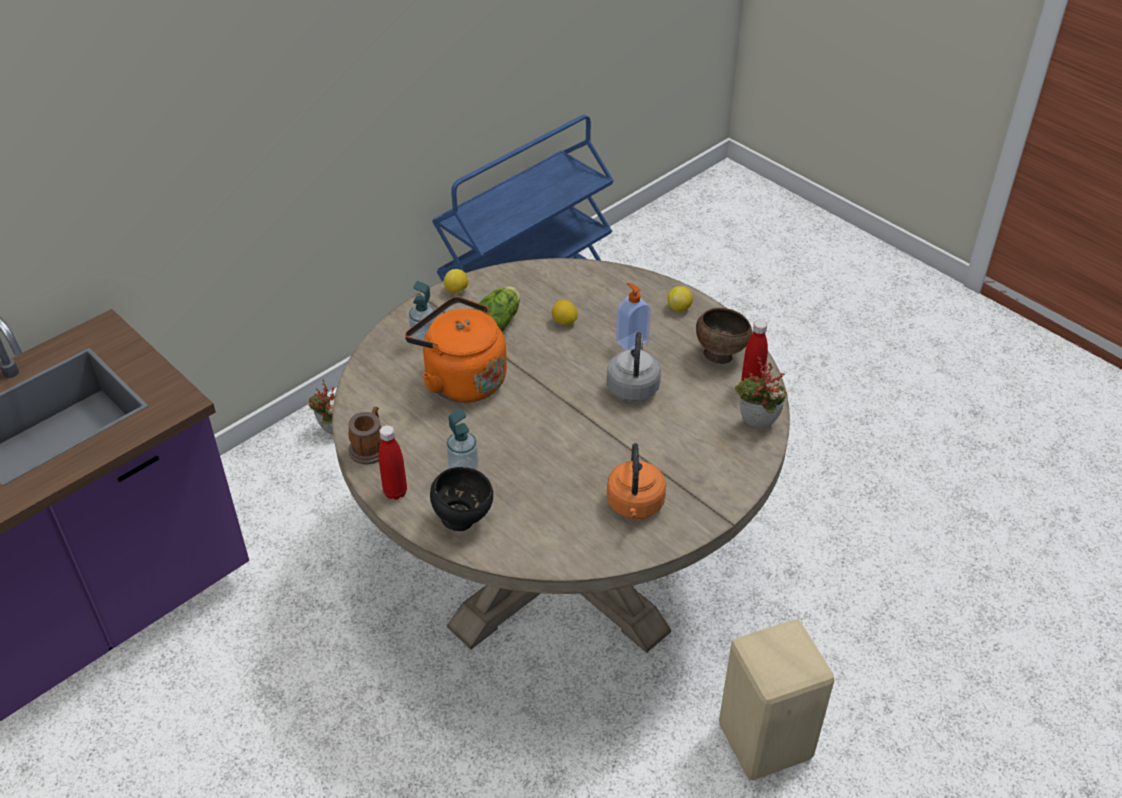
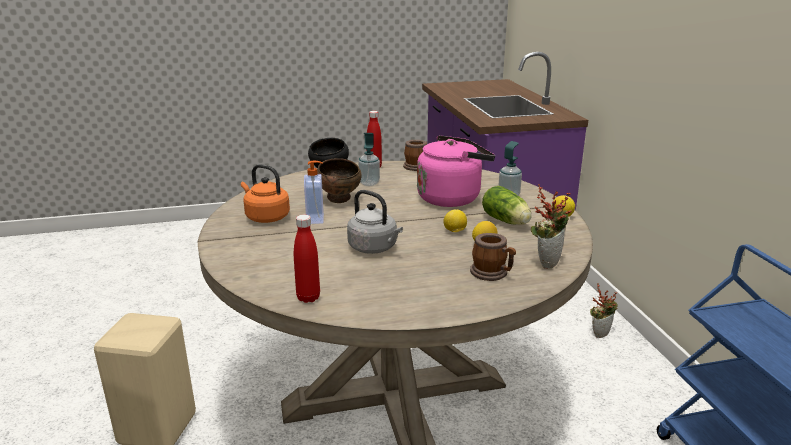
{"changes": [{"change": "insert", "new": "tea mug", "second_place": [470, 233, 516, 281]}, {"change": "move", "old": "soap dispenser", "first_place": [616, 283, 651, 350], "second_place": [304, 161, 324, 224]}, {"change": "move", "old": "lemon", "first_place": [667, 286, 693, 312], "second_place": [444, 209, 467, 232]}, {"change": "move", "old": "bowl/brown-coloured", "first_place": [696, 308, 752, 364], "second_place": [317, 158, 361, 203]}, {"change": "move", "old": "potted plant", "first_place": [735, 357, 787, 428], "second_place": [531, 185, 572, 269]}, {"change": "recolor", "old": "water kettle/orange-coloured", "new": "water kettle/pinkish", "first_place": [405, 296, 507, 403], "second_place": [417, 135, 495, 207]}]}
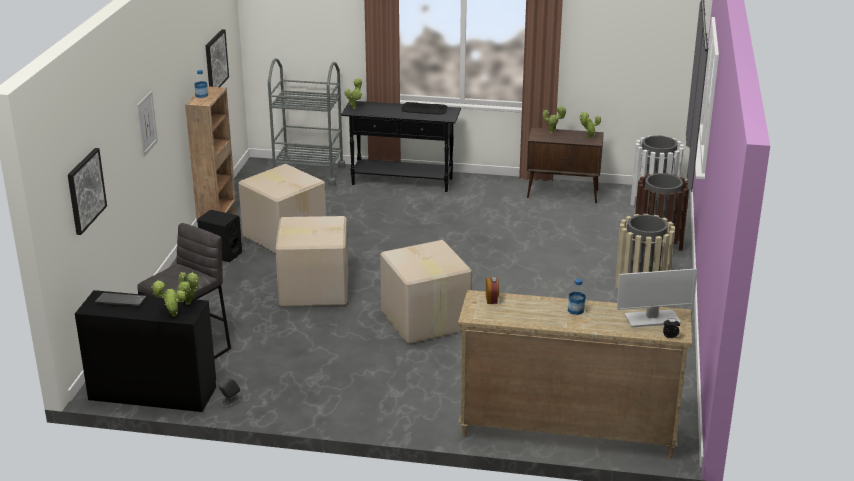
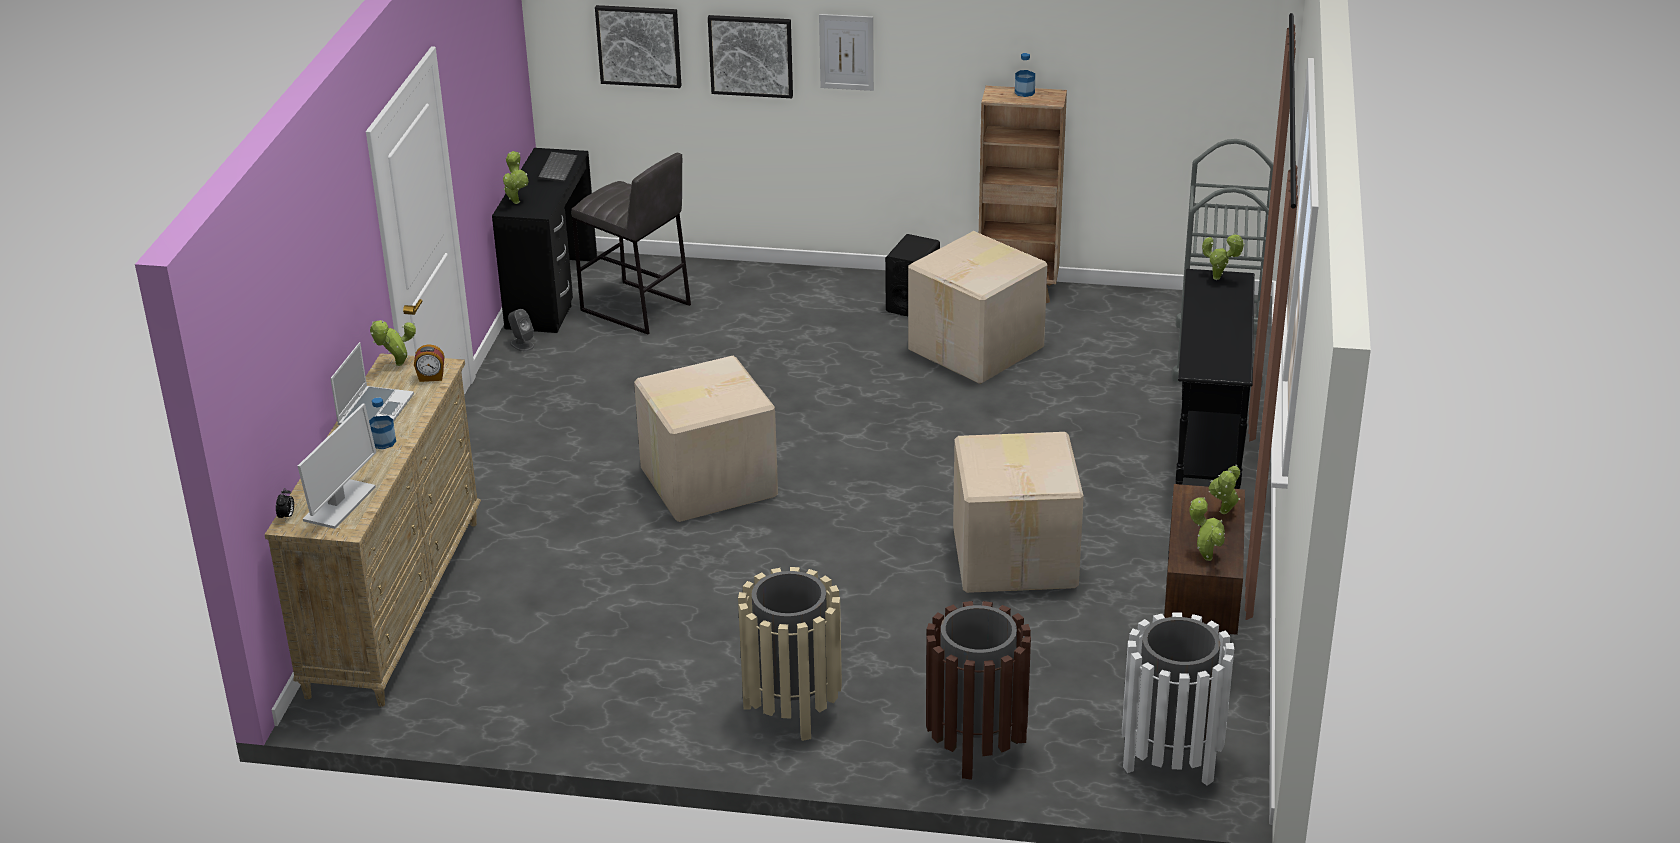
{"changes": [{"change": "delete", "old": "computer keyboard", "first_place": [402, 102, 447, 115]}, {"change": "insert", "new": "portable computer", "second_place": [330, 342, 414, 425]}, {"change": "move", "old": "potted plant", "first_place": [177, 272, 199, 305], "second_place": [370, 320, 416, 366]}, {"change": "move", "old": "wall art", "first_place": [206, 29, 229, 87], "second_place": [708, 15, 793, 98]}, {"change": "move", "old": "packing box", "first_place": [275, 216, 348, 307], "second_place": [953, 432, 1084, 593]}, {"change": "rotate", "old": "monitor", "first_place": [617, 268, 697, 328], "second_place": [298, 403, 376, 529], "degrees": -150}]}
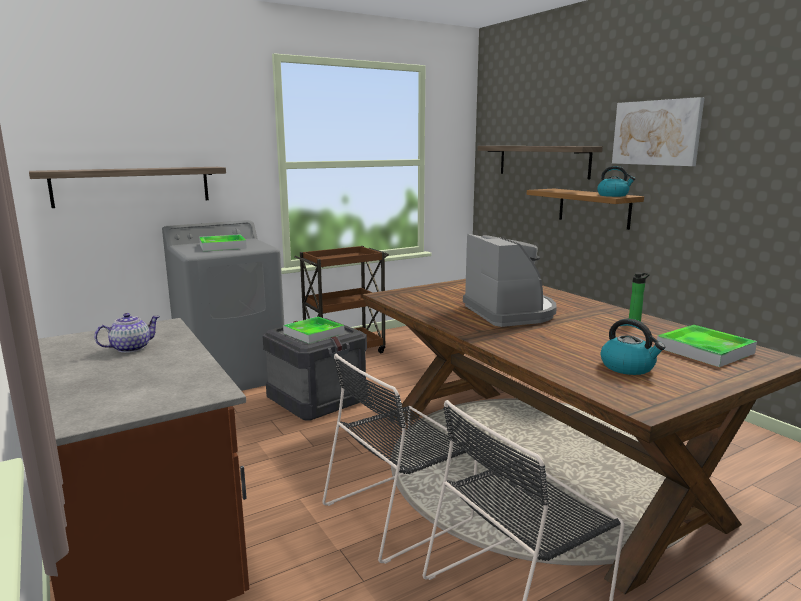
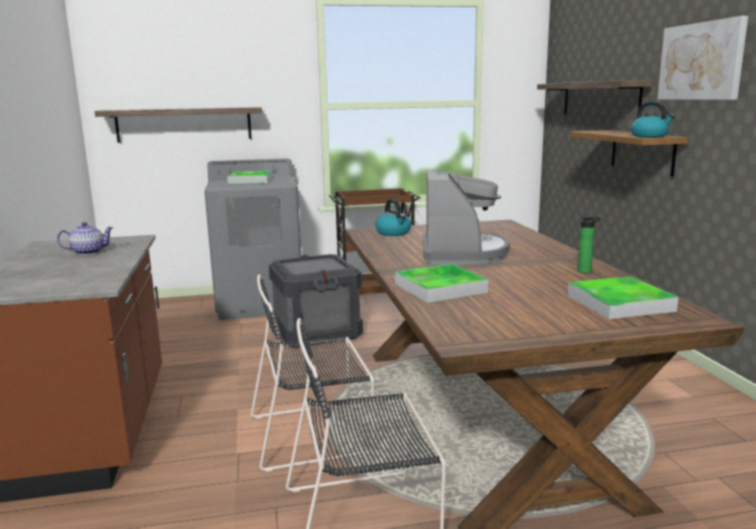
{"changes": [{"change": "move", "old": "serving tray", "first_place": [283, 317, 345, 344], "second_place": [395, 264, 488, 303]}, {"change": "move", "old": "water kettle", "first_place": [601, 319, 665, 375], "second_place": [375, 199, 411, 236]}]}
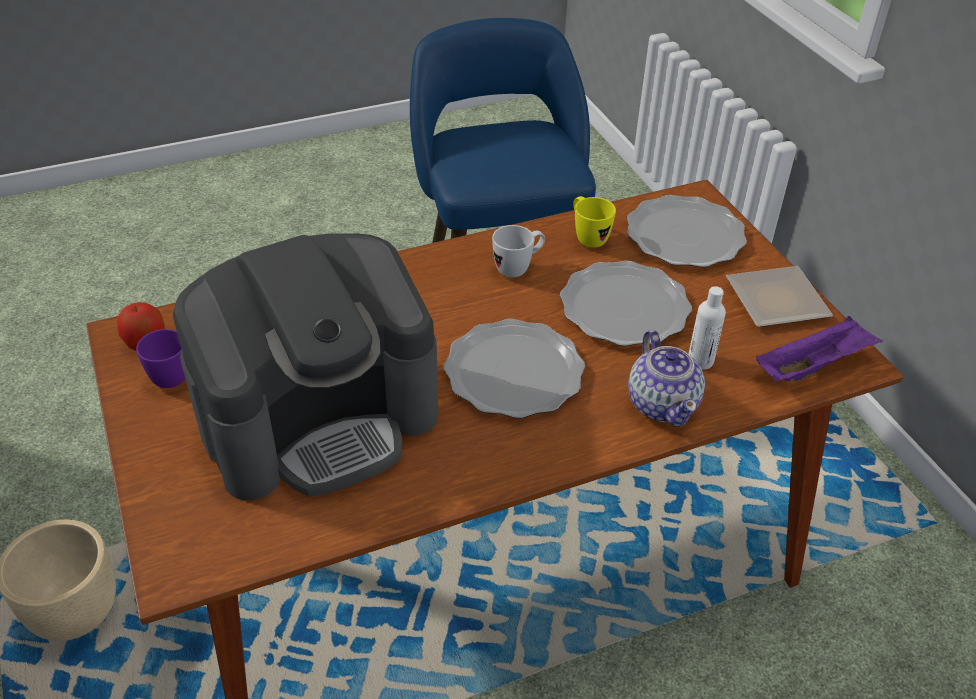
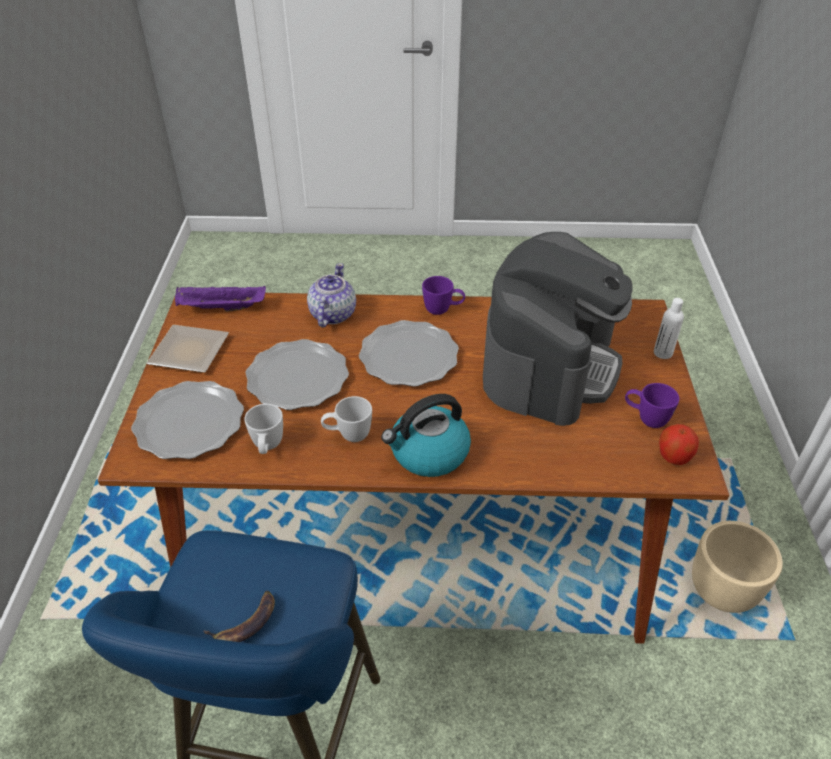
{"changes": [{"change": "insert", "new": "banana fruit", "second_place": [203, 591, 275, 642]}, {"change": "insert", "new": "water kettle", "second_place": [381, 394, 471, 477]}, {"change": "insert", "new": "tea mug/purple", "second_place": [422, 276, 465, 315]}, {"change": "move", "old": "drink bottle/whitish", "first_place": [689, 286, 726, 370], "second_place": [654, 298, 684, 359]}, {"change": "recolor", "old": "tea mug/yellow", "new": "tea mug/whitish", "first_place": [573, 196, 616, 248], "second_place": [244, 404, 283, 454]}, {"change": "rotate", "old": "coffee maker", "first_place": [173, 233, 438, 500], "second_place": [483, 232, 633, 426], "degrees": 120}]}
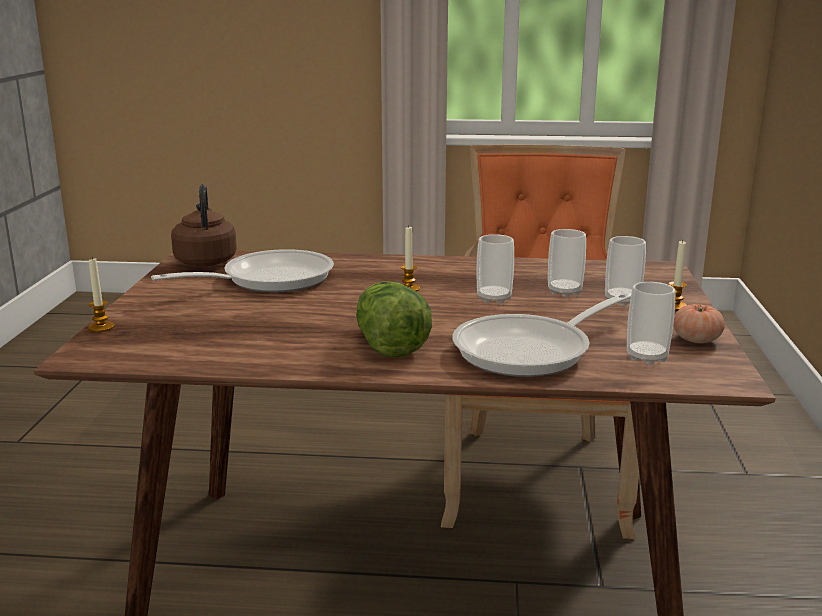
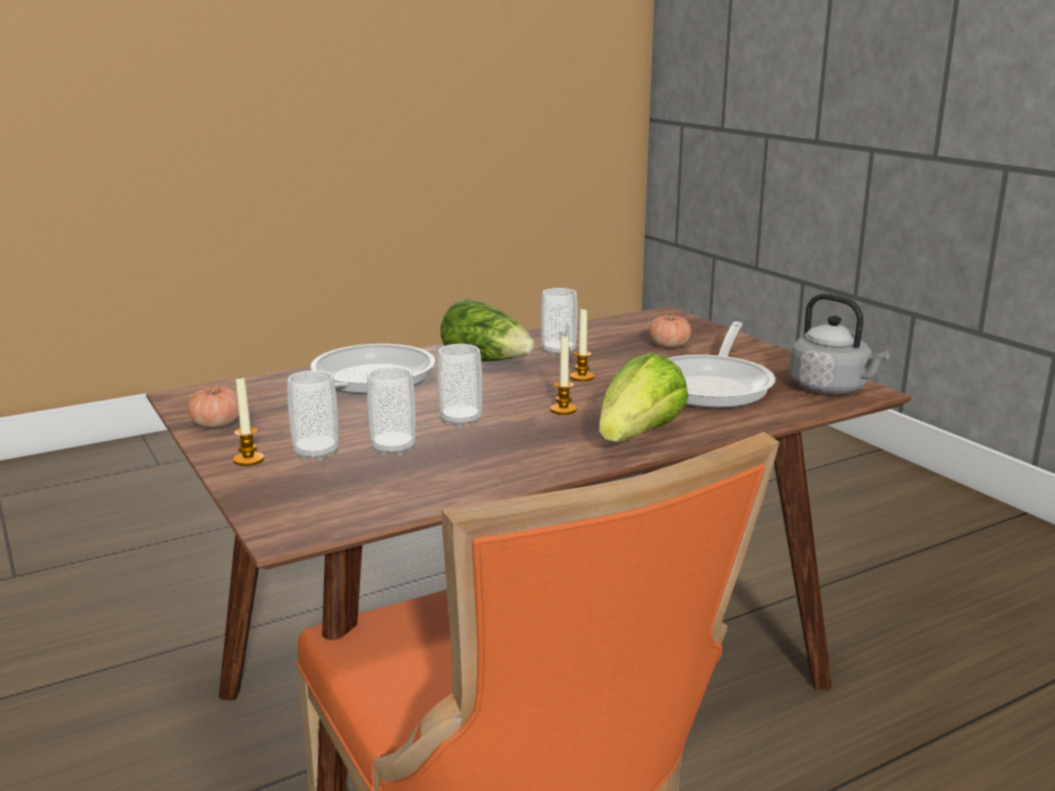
{"changes": [{"change": "insert", "new": "lettuce", "second_place": [599, 353, 688, 442]}, {"change": "insert", "new": "whole tomato", "second_place": [648, 315, 691, 348]}, {"change": "move", "old": "candle", "first_place": [88, 258, 115, 332], "second_place": [570, 307, 594, 381]}, {"change": "move", "old": "drinking cup", "first_place": [627, 282, 675, 365], "second_place": [541, 288, 578, 356]}, {"change": "recolor", "old": "water kettle/brown-coloured", "new": "water kettle/greyish", "first_place": [171, 184, 237, 266], "second_place": [789, 293, 890, 394]}]}
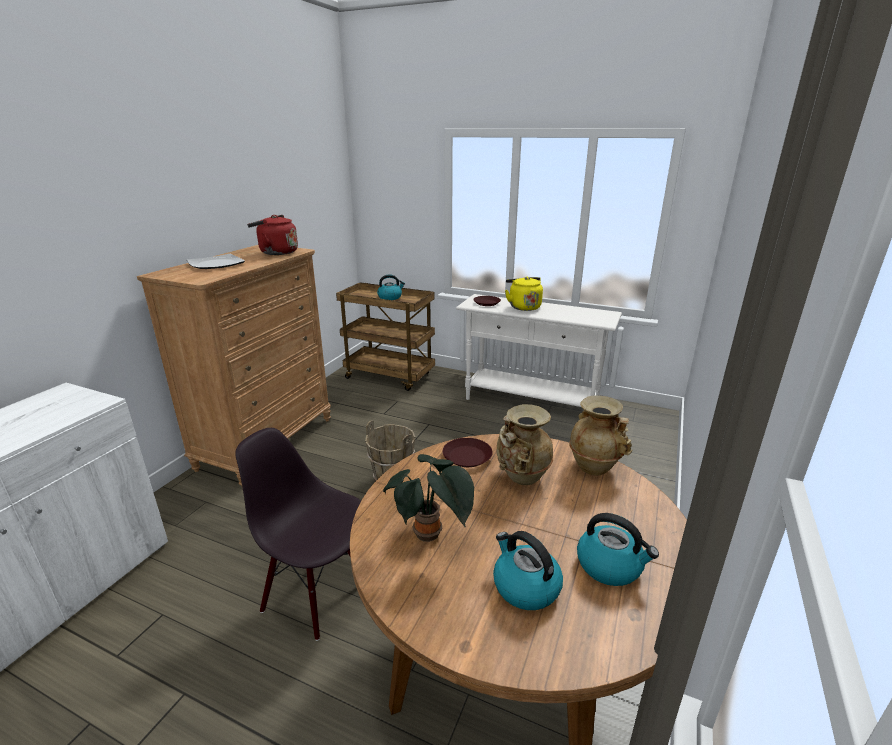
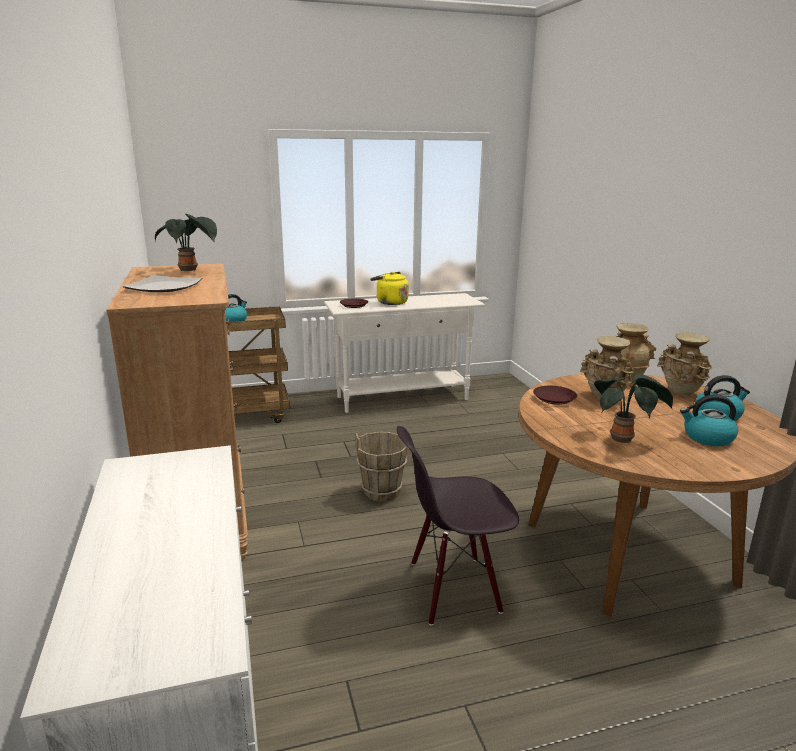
{"changes": [{"change": "insert", "new": "decorative vase/beige-coloured", "second_place": [657, 332, 711, 395]}, {"change": "replace", "old": "water kettle/red", "new": "potted plant", "first_place": [247, 215, 298, 255], "second_place": [155, 214, 217, 271]}]}
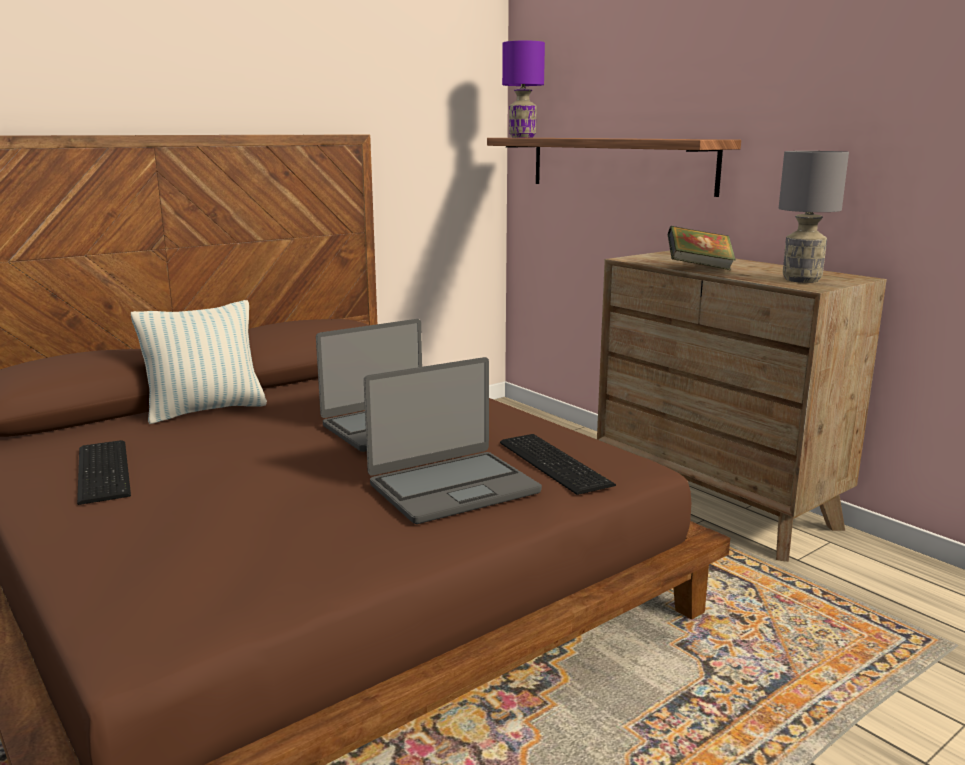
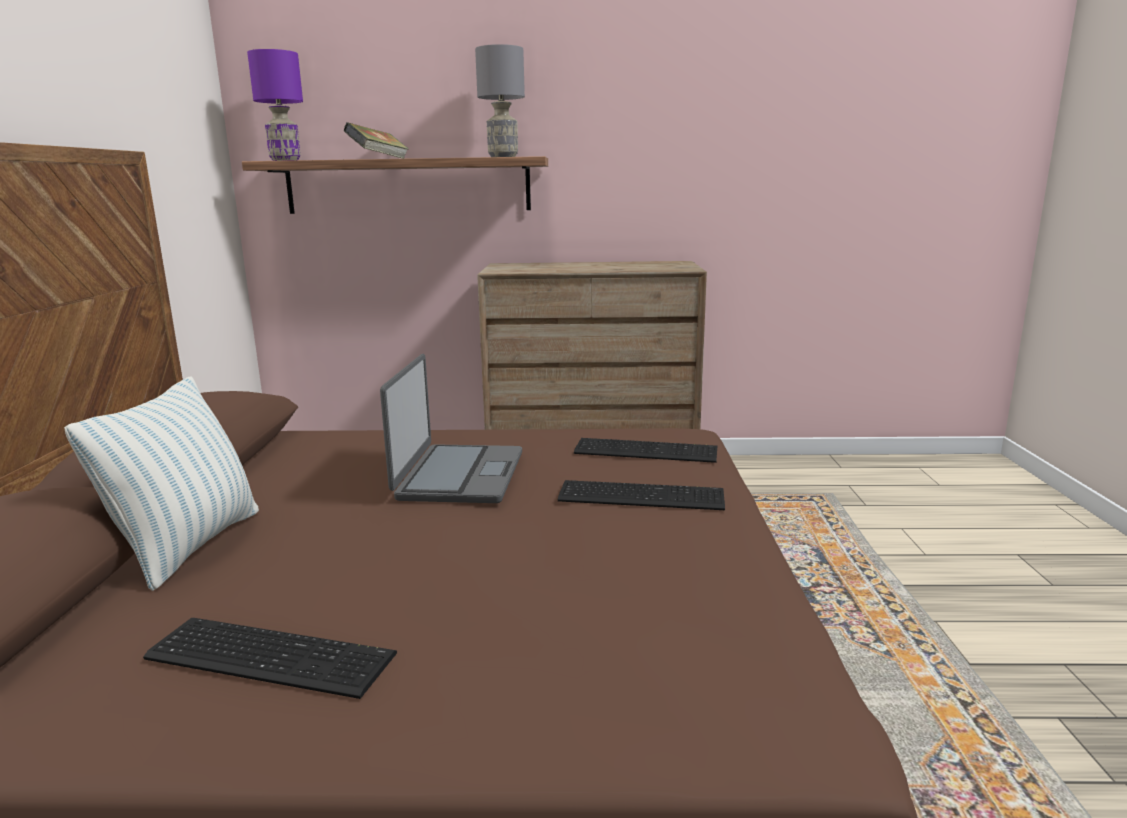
{"changes": [{"change": "move", "old": "book", "first_place": [668, 226, 736, 270], "second_place": [344, 122, 409, 159]}, {"change": "move", "old": "table lamp/greyish", "first_place": [779, 151, 849, 283], "second_place": [475, 44, 525, 157]}, {"change": "replace", "old": "portable computer", "new": "computer keyboard", "first_place": [364, 357, 542, 524], "second_place": [558, 480, 725, 510]}]}
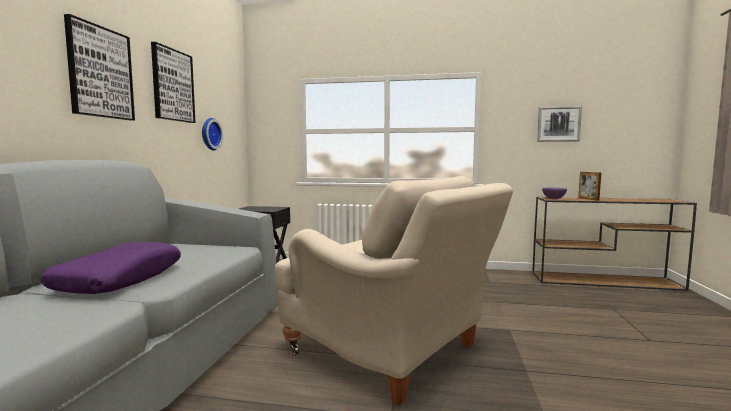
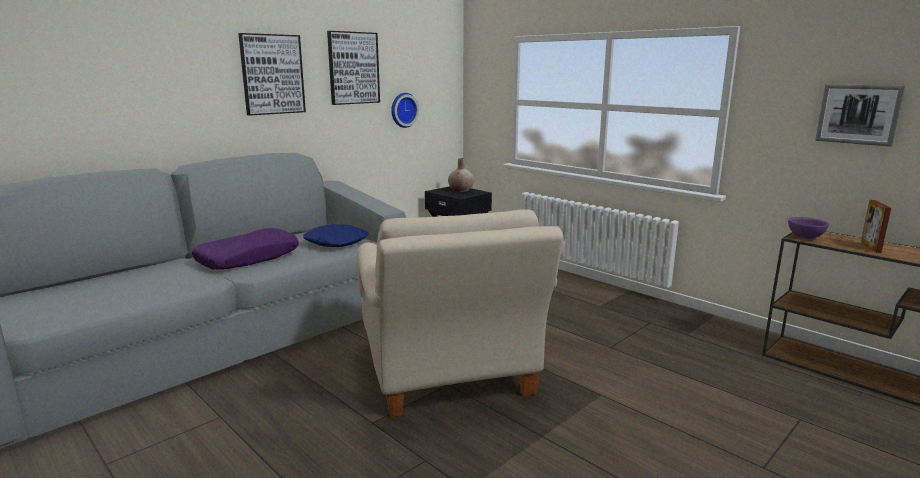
{"changes": [{"change": "insert", "new": "throw pillow/blue-coloured", "second_place": [303, 224, 369, 247]}, {"change": "insert", "new": "decorative vase/beige-coloured", "second_place": [448, 158, 474, 192]}]}
